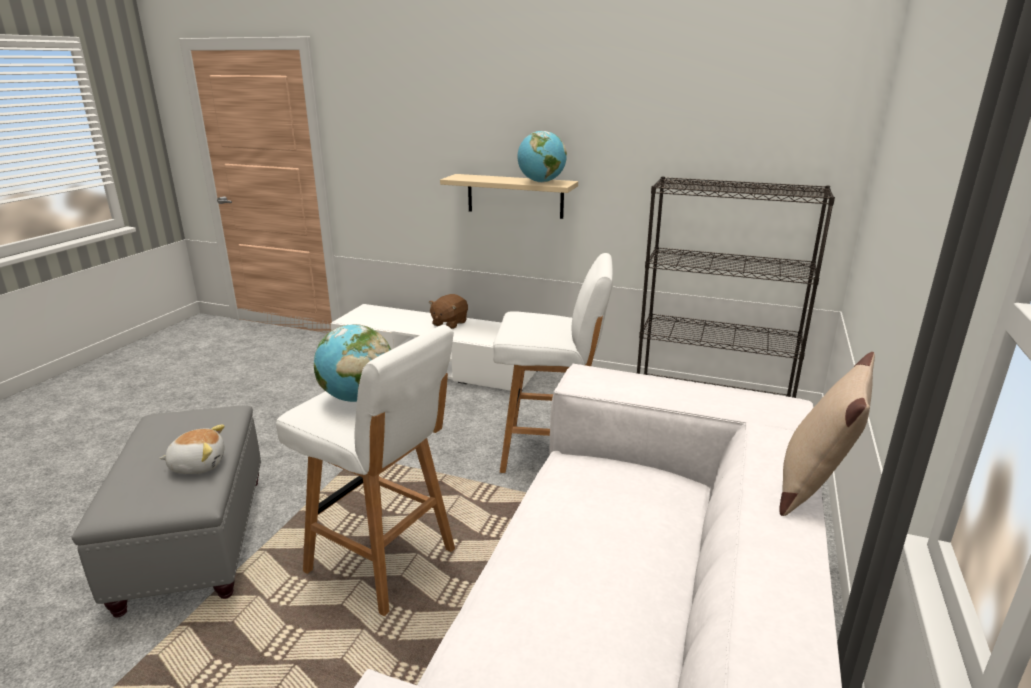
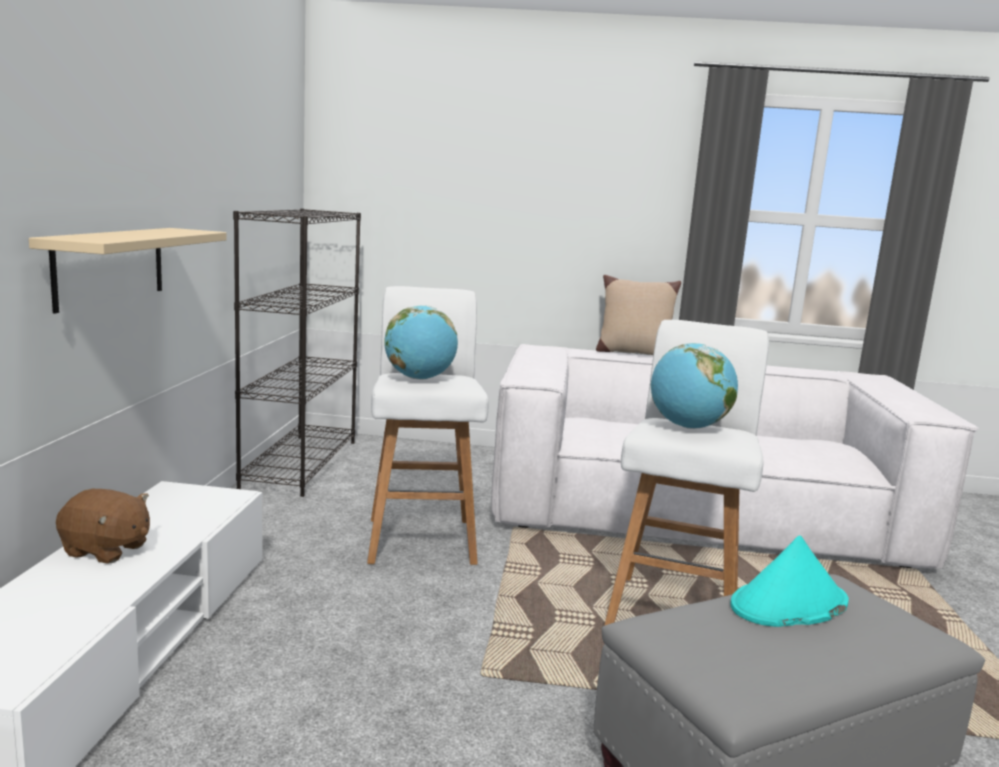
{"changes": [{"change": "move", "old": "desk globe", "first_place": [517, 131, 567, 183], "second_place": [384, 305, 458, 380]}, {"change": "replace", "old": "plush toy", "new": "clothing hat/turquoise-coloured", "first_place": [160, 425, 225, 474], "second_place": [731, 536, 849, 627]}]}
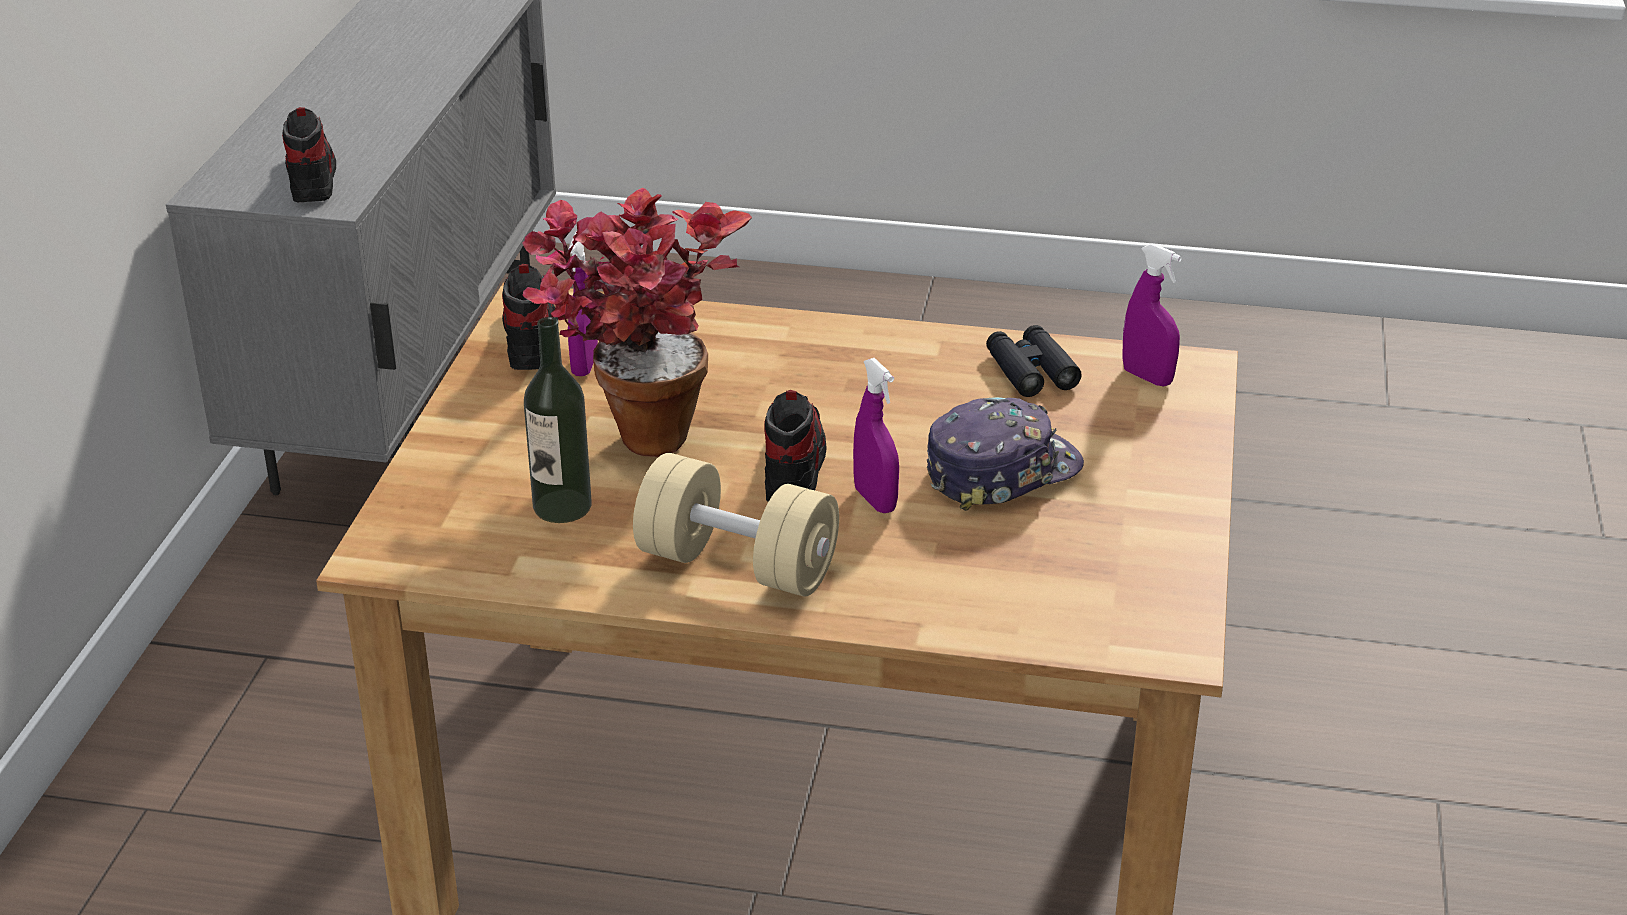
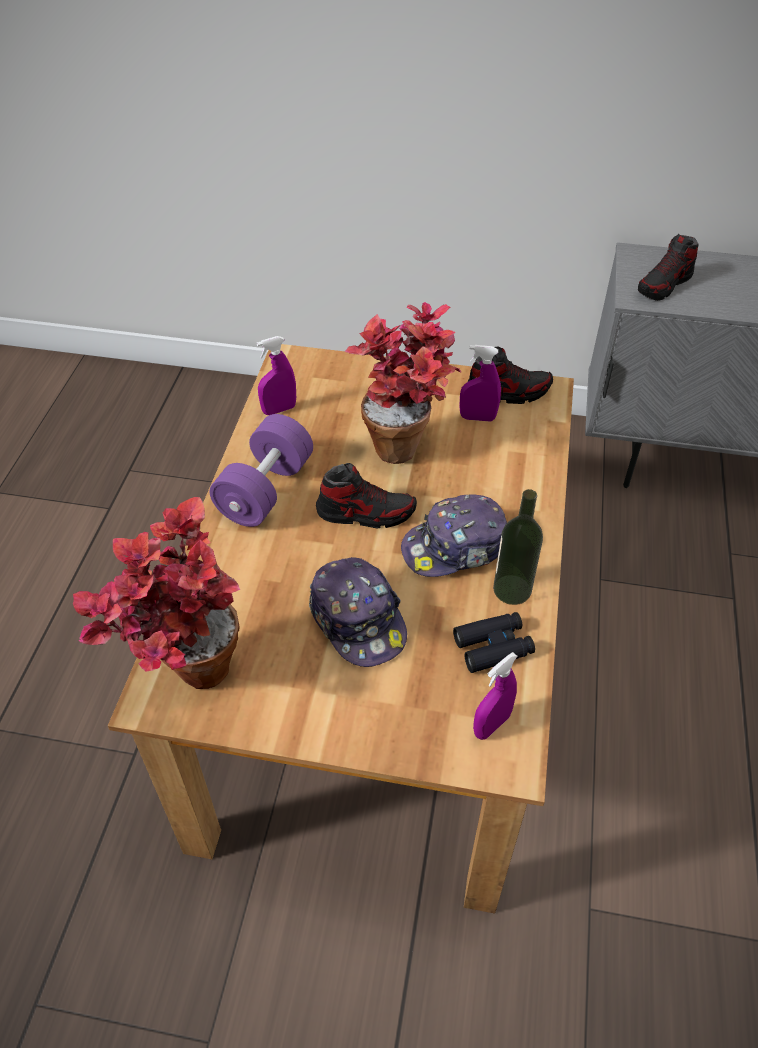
{"changes": [{"change": "insert", "new": "potted plant", "second_place": [73, 497, 240, 689]}, {"change": "insert", "new": "baseball cap", "second_place": [401, 495, 507, 577]}, {"change": "move", "old": "drink bottle", "first_place": [524, 317, 592, 523], "second_place": [493, 489, 543, 605]}, {"change": "move", "old": "sprayer/purple", "first_place": [853, 358, 899, 513], "second_place": [257, 336, 296, 415]}, {"change": "recolor", "old": "hand weight/beige-coloured", "new": "hand weight/purple", "first_place": [633, 453, 839, 596], "second_place": [209, 414, 313, 527]}, {"change": "rotate", "old": "shoe", "first_place": [282, 107, 336, 202], "second_place": [638, 234, 699, 301], "degrees": 150}]}
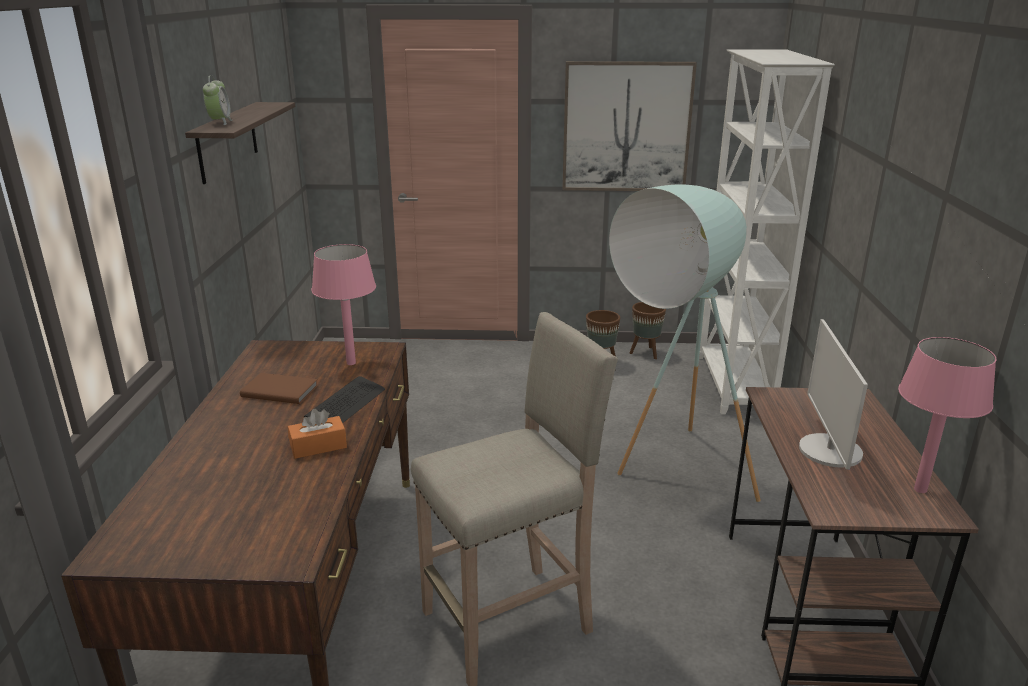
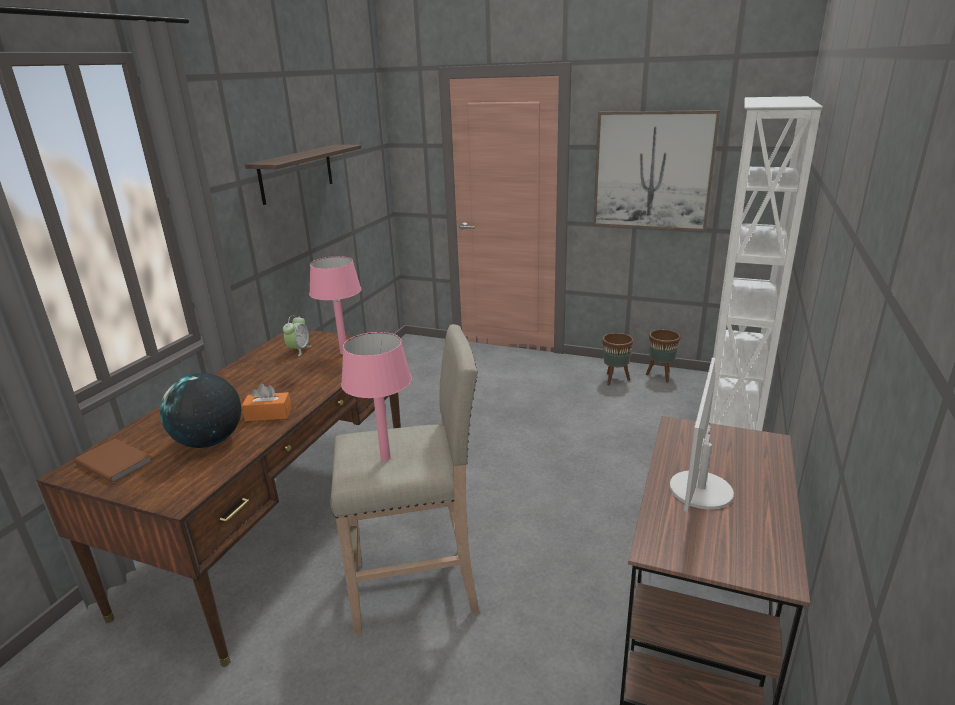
{"changes": [{"change": "delete", "old": "computer keyboard", "first_place": [304, 376, 385, 423]}, {"change": "delete", "old": "floor lamp/turquoise-coloured", "first_place": [609, 184, 761, 502]}, {"change": "insert", "new": "desk globe", "second_place": [160, 373, 241, 448]}, {"change": "move", "old": "bedside clock", "first_place": [203, 75, 233, 125], "second_place": [283, 315, 311, 356]}, {"change": "move", "old": "book/brown-coloured", "first_place": [240, 373, 318, 404], "second_place": [75, 439, 152, 483]}, {"change": "move", "old": "table lamp/pinkish", "first_place": [898, 337, 996, 493], "second_place": [341, 332, 412, 461]}]}
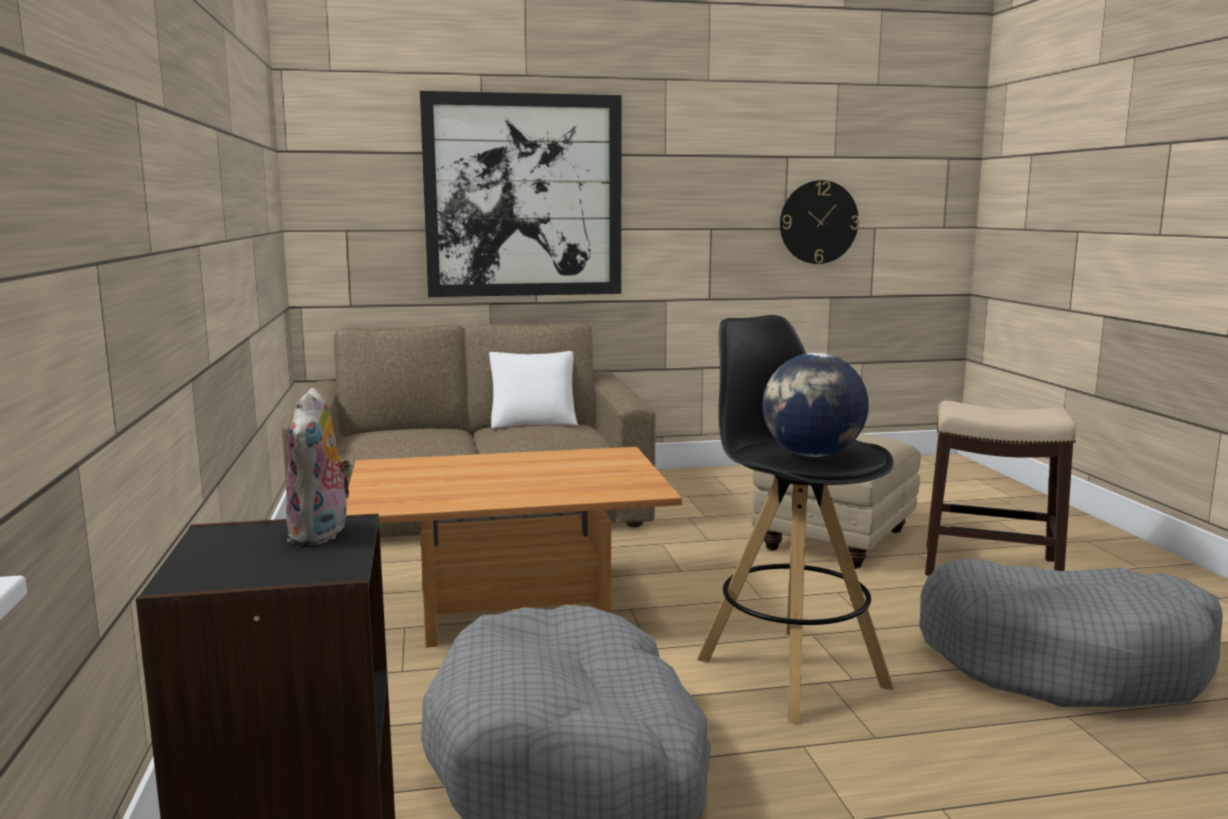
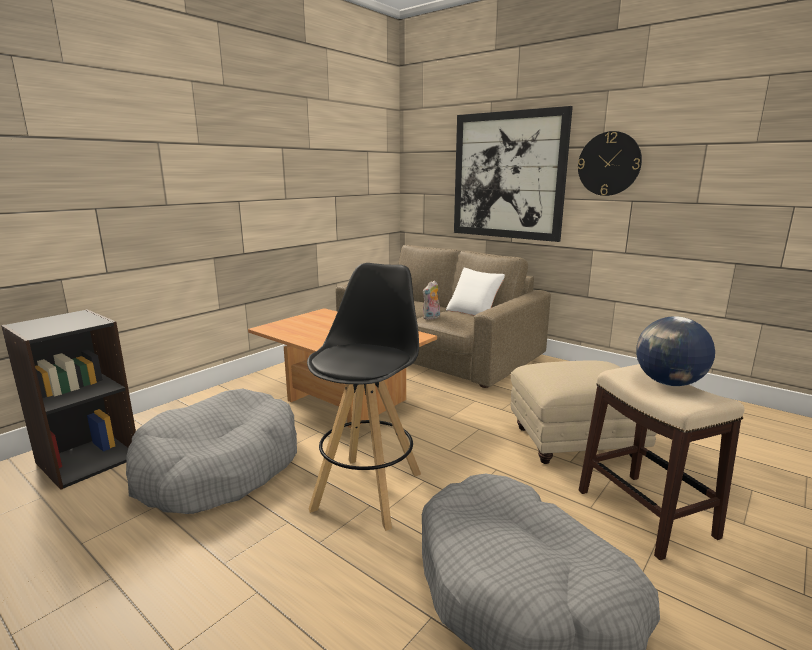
{"changes": [{"change": "move", "old": "plush toy", "first_place": [286, 388, 352, 545], "second_place": [423, 280, 440, 320]}, {"change": "move", "old": "desk globe", "first_place": [762, 353, 869, 457], "second_place": [636, 316, 715, 386]}, {"change": "move", "old": "wall clock", "first_place": [780, 180, 859, 264], "second_place": [578, 131, 642, 196]}]}
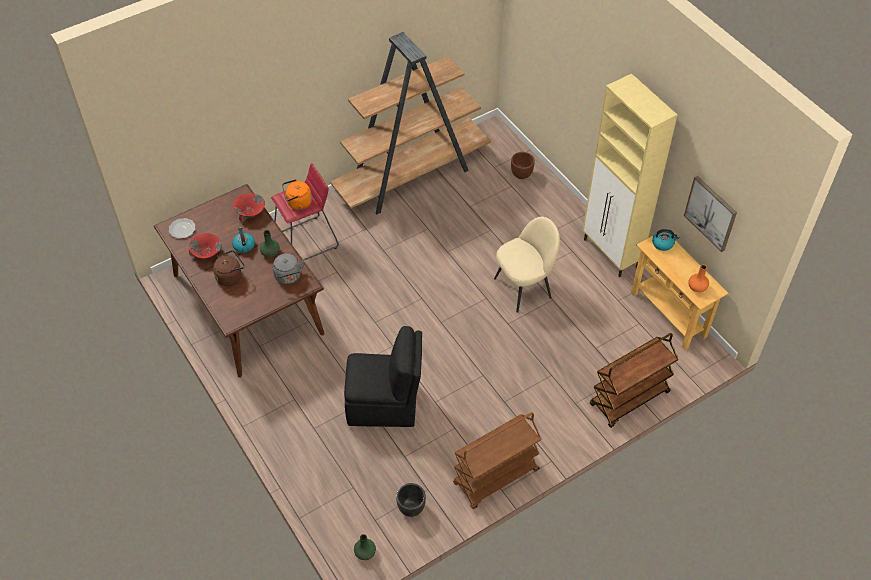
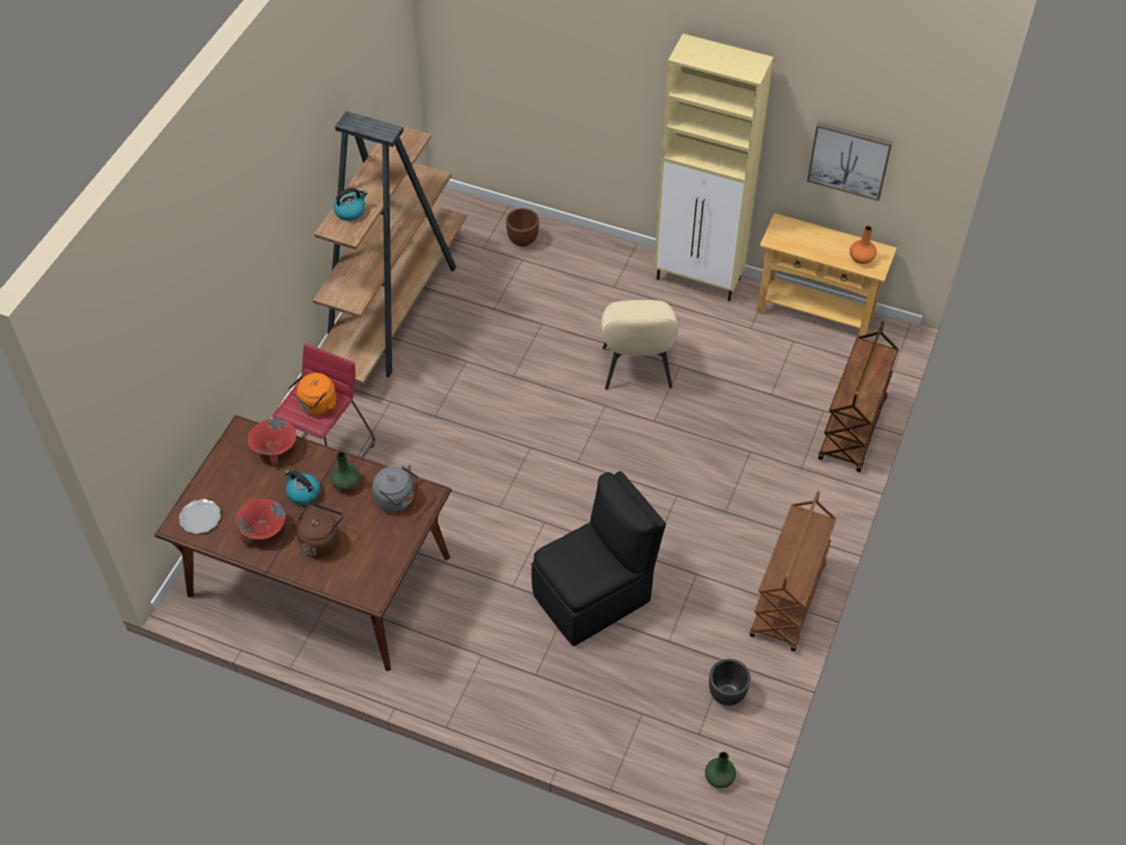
{"changes": [{"change": "move", "old": "water kettle", "first_place": [652, 229, 680, 251], "second_place": [333, 188, 367, 221]}, {"change": "rotate", "old": "plain chair/beige-coloured", "first_place": [494, 217, 560, 313], "second_place": [601, 300, 679, 390], "degrees": 150}]}
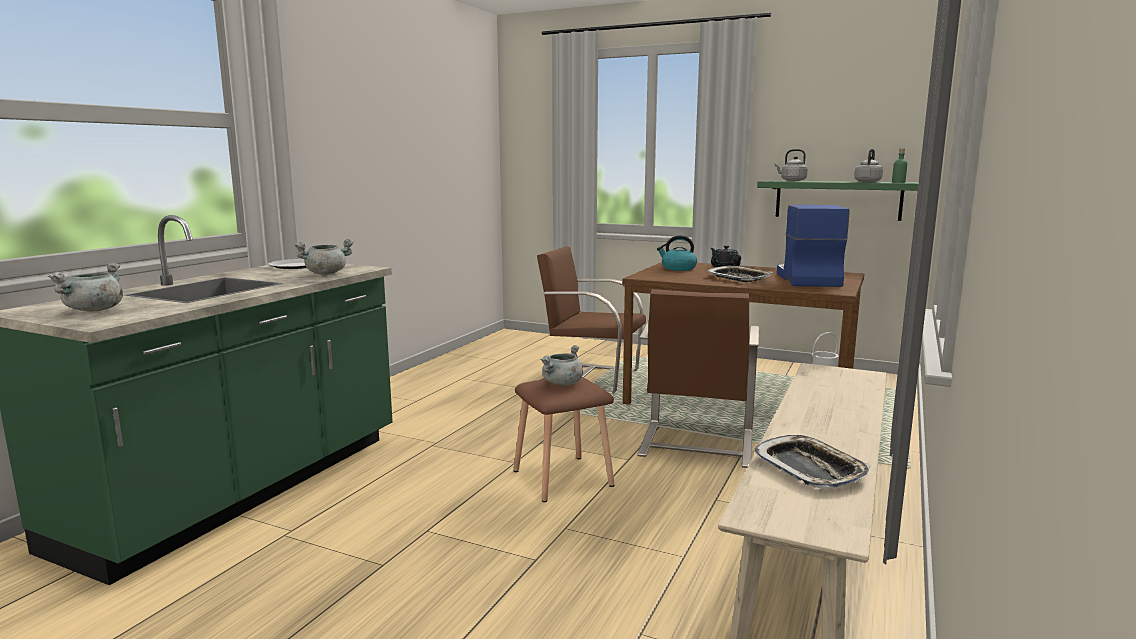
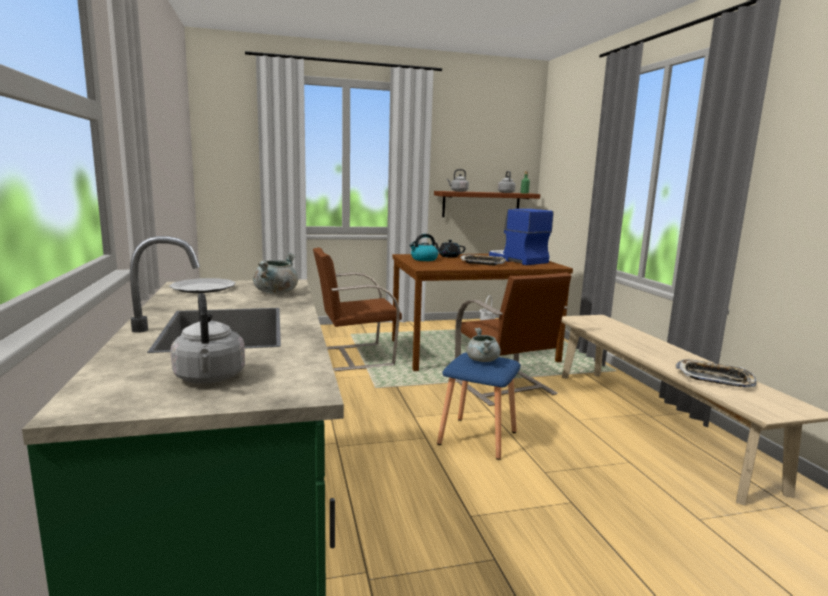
{"changes": [{"change": "replace", "old": "stockpot/greyish", "new": "water kettle/greyish", "first_place": [48, 262, 123, 311], "second_place": [170, 293, 245, 384]}, {"change": "recolor", "old": "sitting stool/brown-coloured", "new": "sitting stool/blue-coloured", "first_place": [513, 377, 615, 502], "second_place": [437, 352, 521, 460]}, {"change": "recolor", "old": "bracket shelf/greenish", "new": "bracket shelf/brown-coloured", "first_place": [757, 180, 919, 221], "second_place": [434, 191, 540, 217]}]}
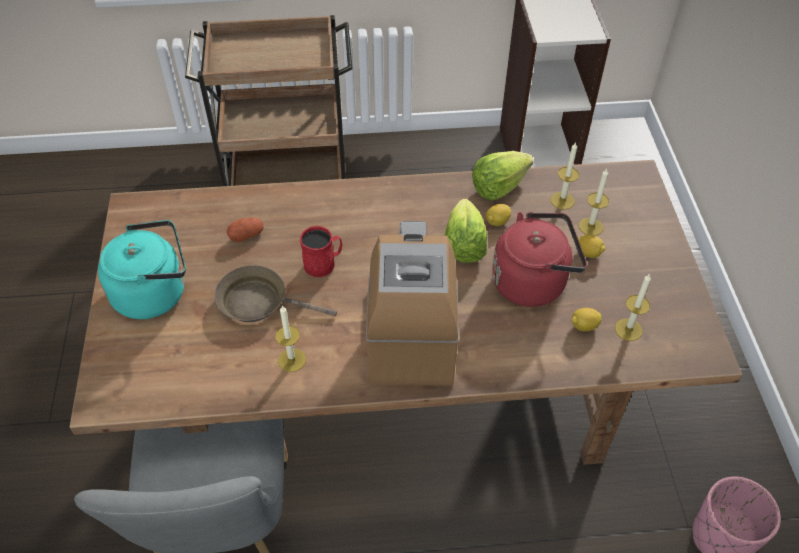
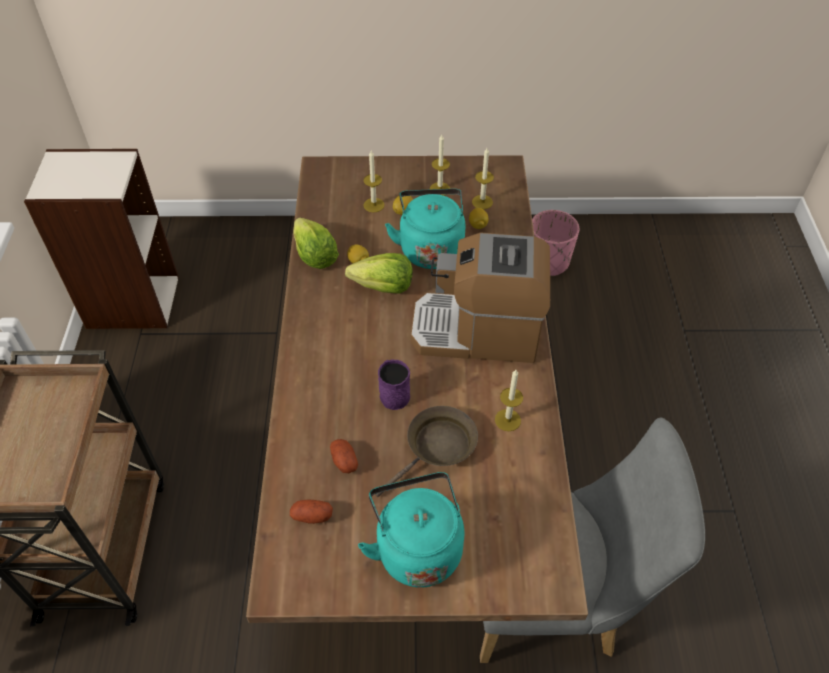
{"changes": [{"change": "insert", "new": "potato", "second_place": [290, 499, 333, 524]}, {"change": "move", "old": "candle", "first_place": [551, 142, 579, 209], "second_place": [430, 135, 450, 196]}, {"change": "recolor", "old": "tea mug/red", "new": "tea mug/purple", "first_place": [300, 226, 342, 277], "second_place": [378, 360, 410, 410]}, {"change": "recolor", "old": "water kettle/red", "new": "water kettle/turquoise-coloured", "first_place": [492, 212, 587, 307], "second_place": [385, 189, 465, 269]}, {"change": "rotate", "old": "skillet/brown-coloured", "first_place": [215, 265, 337, 322], "second_place": [375, 406, 478, 497], "degrees": -150}]}
